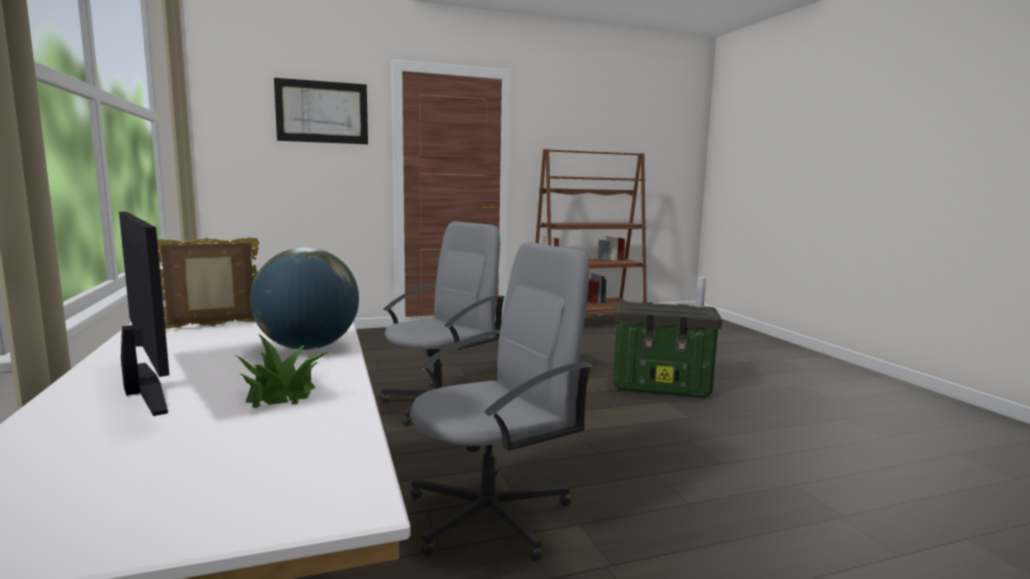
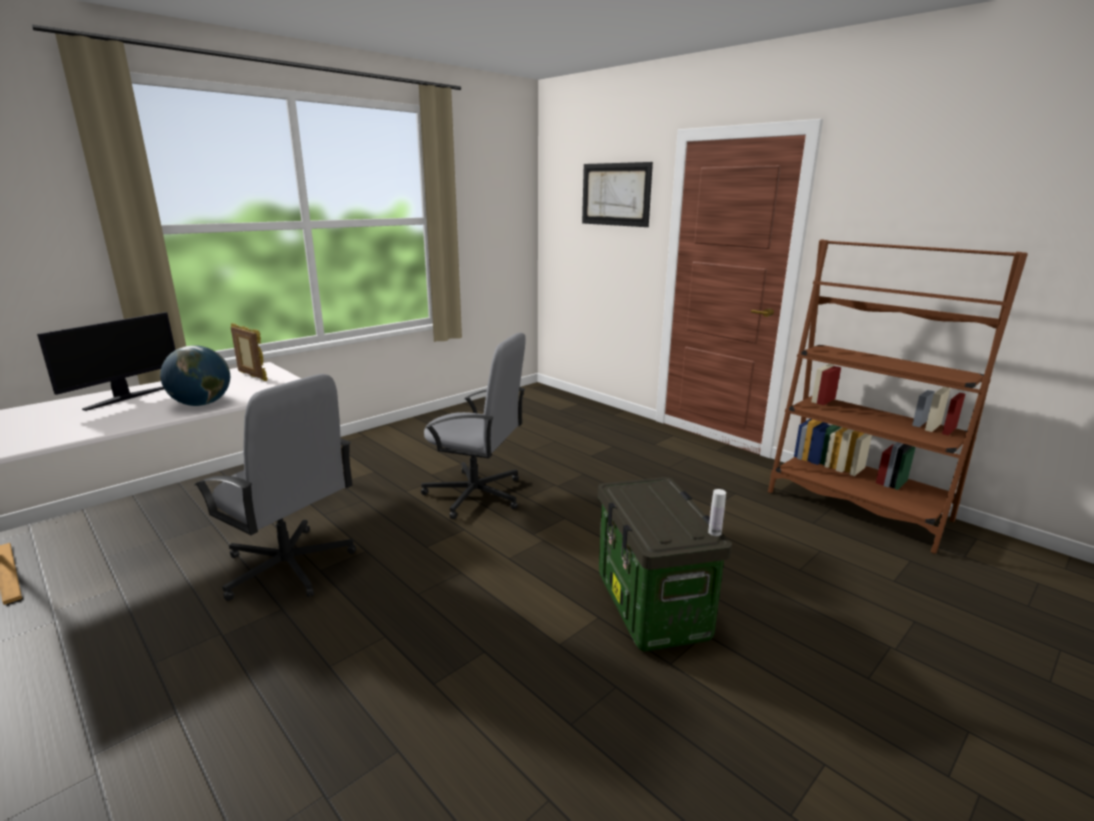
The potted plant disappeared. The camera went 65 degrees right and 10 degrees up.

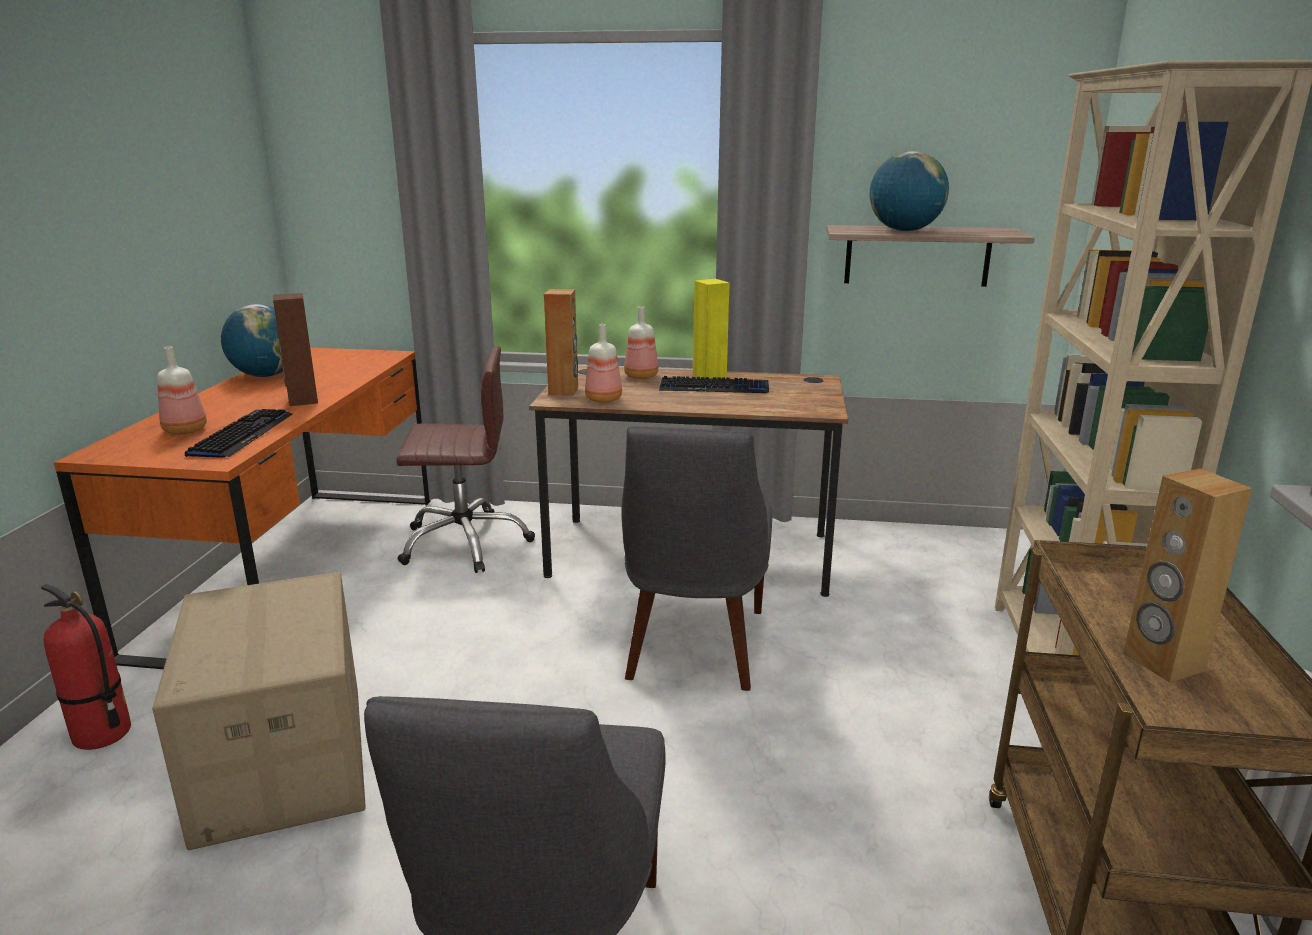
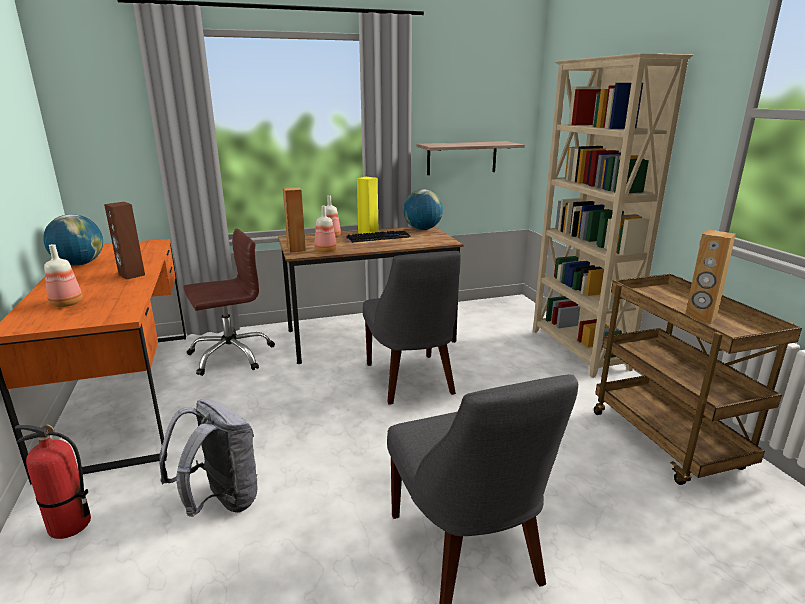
The keyboard (1st from left) disappeared. The globe (2nd from left) moved. The cardboard box was replaced by the grey backpack. The camera went 25 degrees left and 0 degrees up.

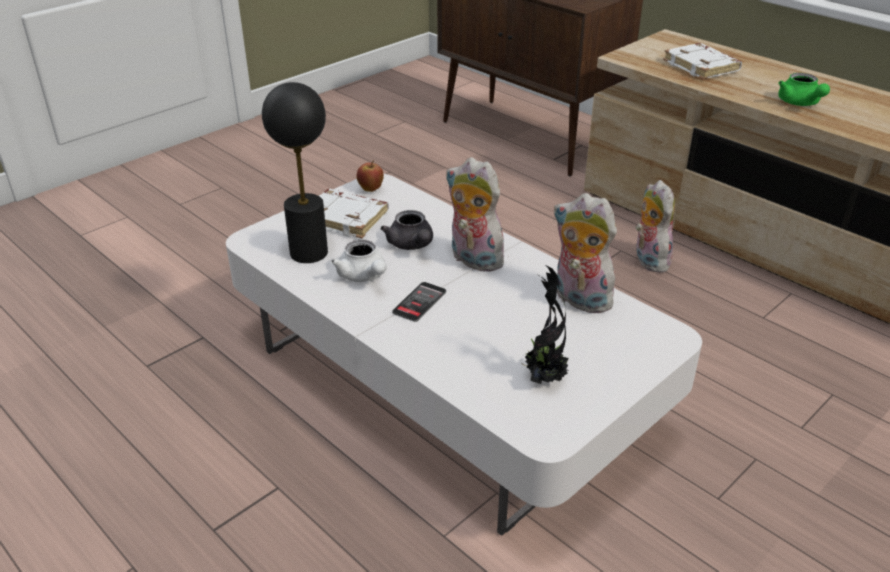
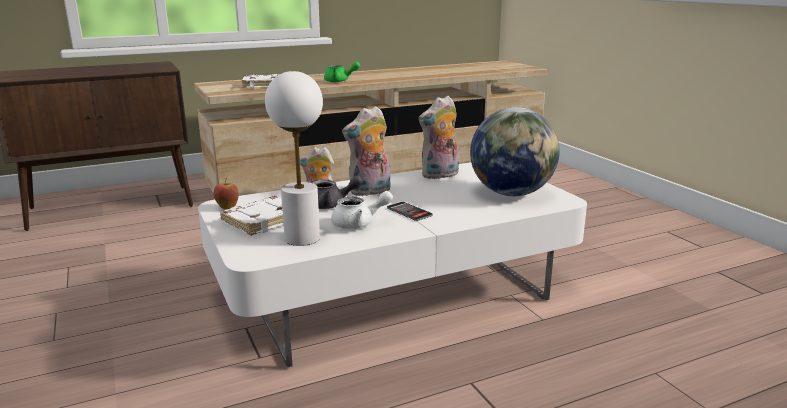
The potted plant was replaced by the globe. The black table lamp became the white table lamp. The camera went 70 degrees left and 15 degrees down.

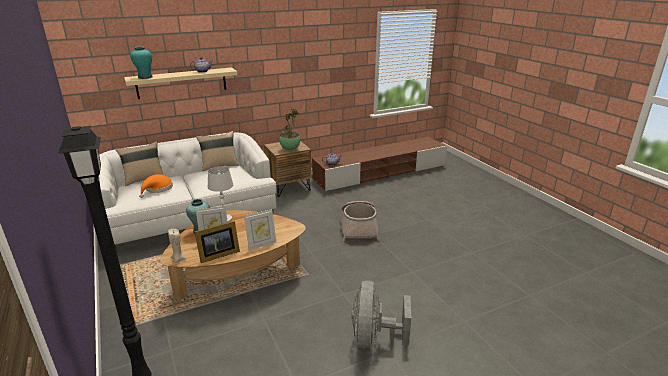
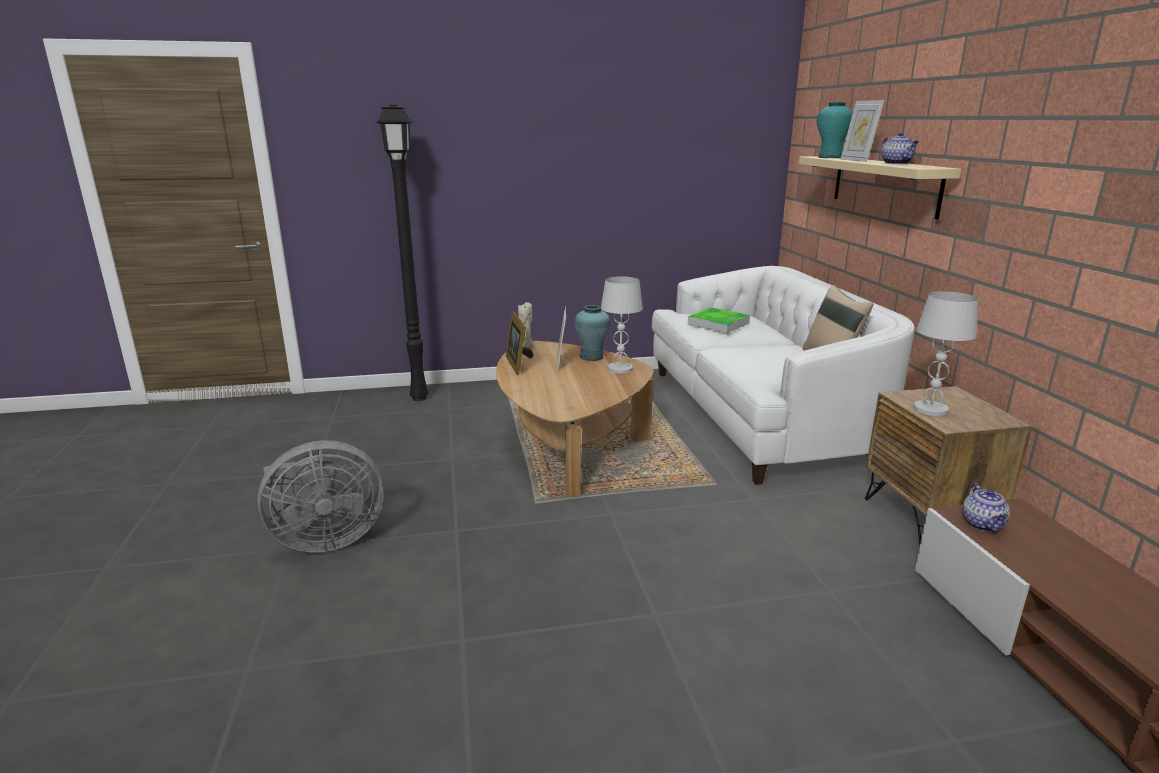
The beige pillow (1st from left) disappeared. The basket disappeared. The picture frame (3rd from left) moved. The orange hat was replaced by the tray. The potted plant was replaced by the white table lamp (2nd from left). The grey fan turned 135 degrees clockwise. The camera went 105 degrees right and 5 degrees down.

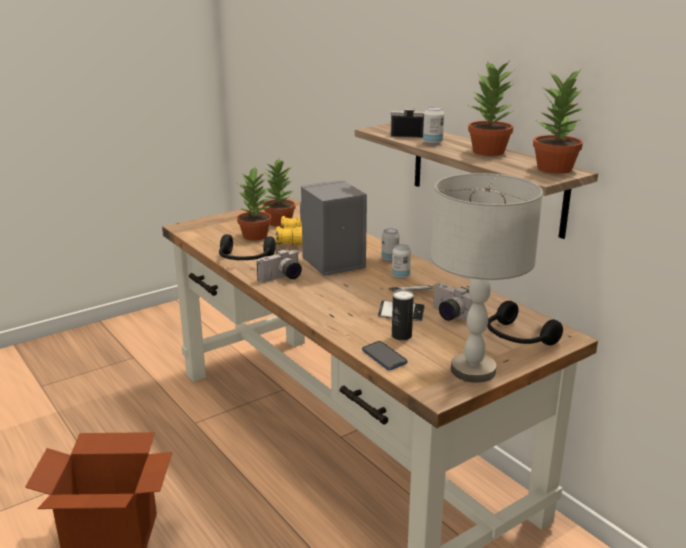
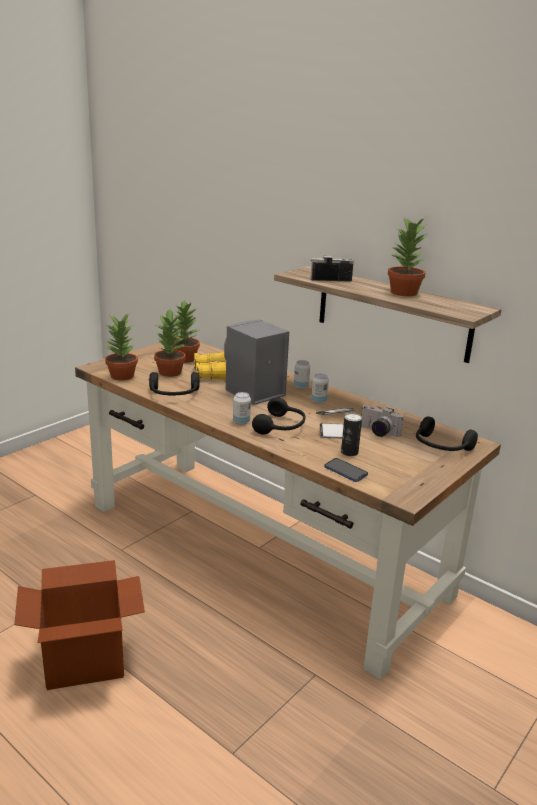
The photo camera (1st from left) disappeared. The grey table lamp disappeared. The black headphones (2nd from left) appeared. The can (4th from left in the first image) moved. The potted plant (4th from left in the first image) moved. The camera went 15 degrees left and 0 degrees up.

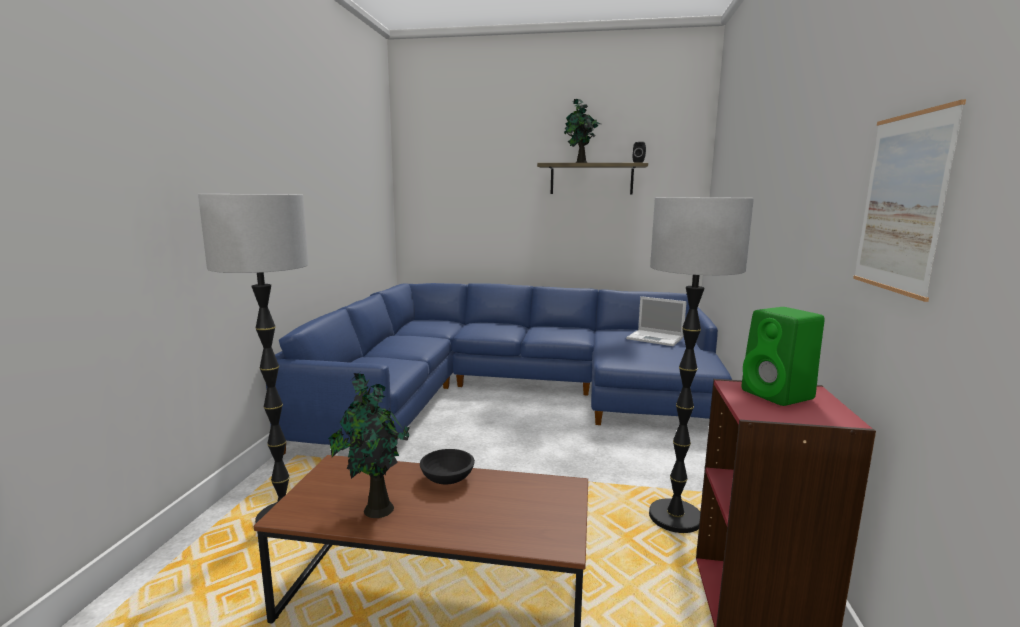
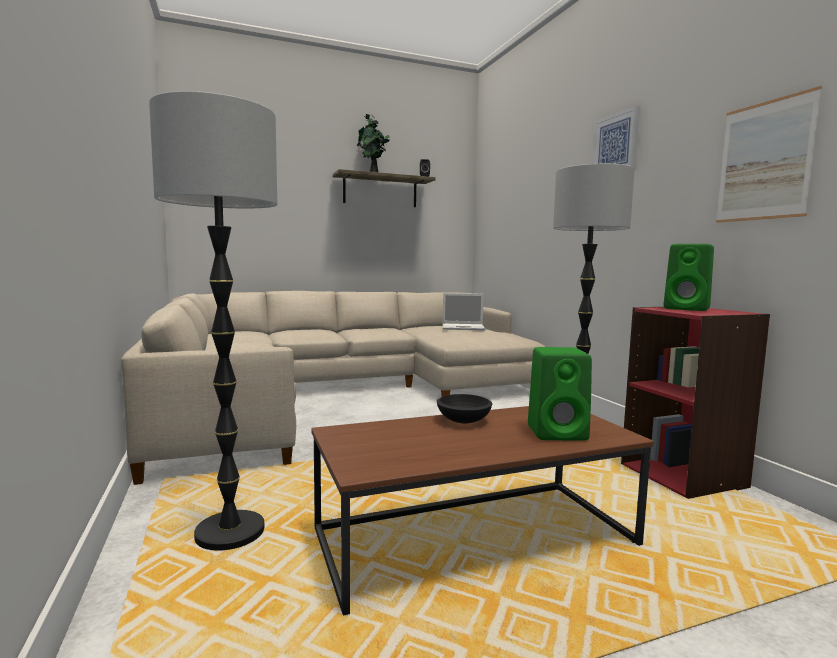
The potted plant (1st from left) disappeared. The green speaker (1st from left) appeared. The picture (1st from left) appeared. The blue sofa became the beige sofa. The camera went 30 degrees left and 5 degrees down.

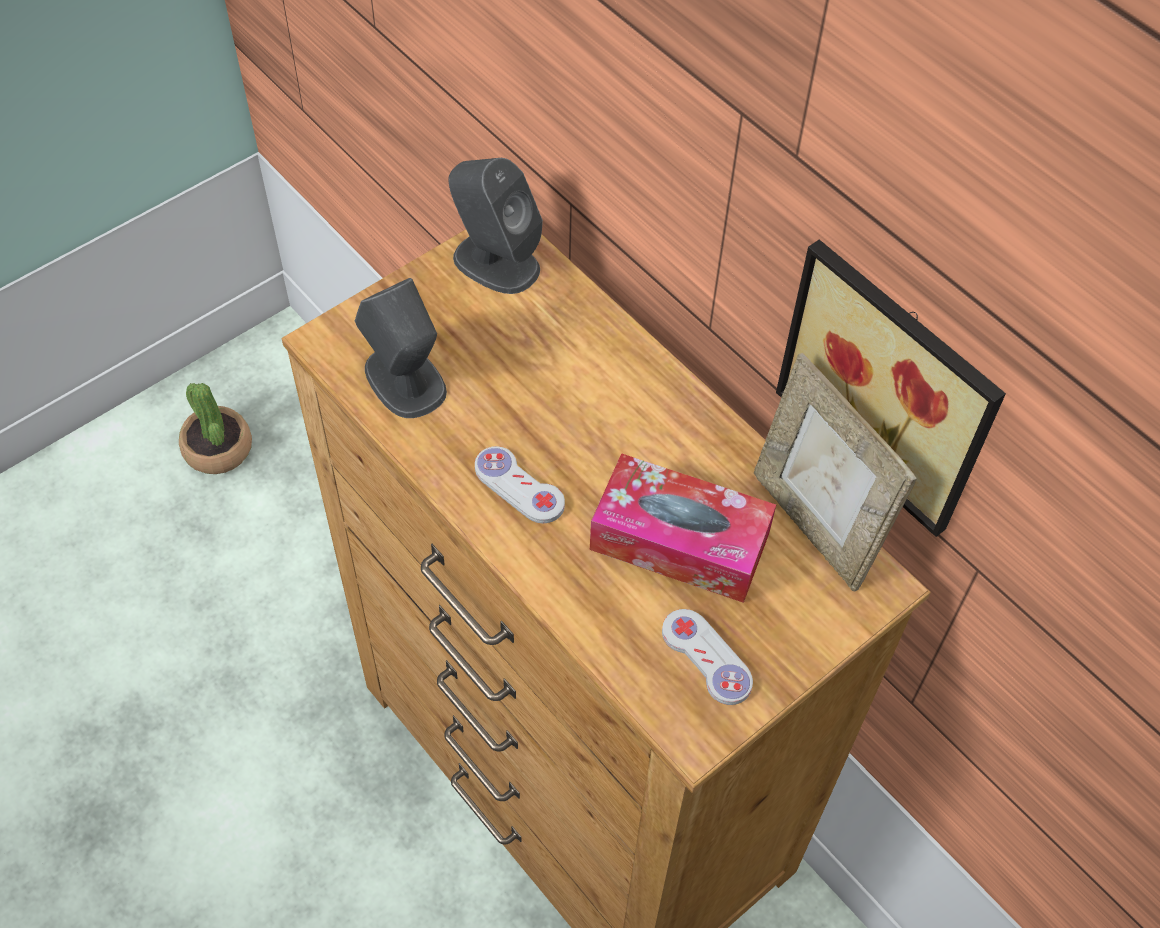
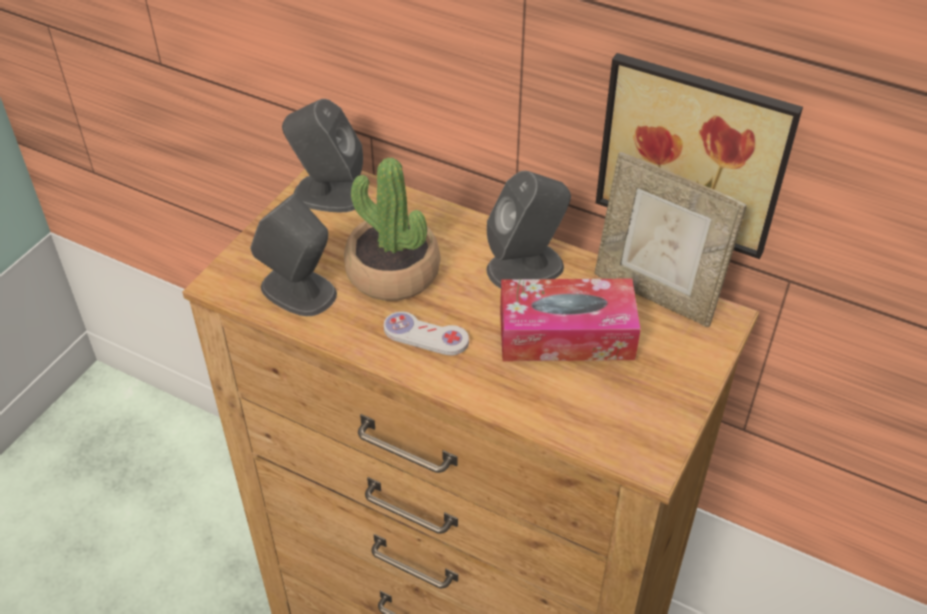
The white game controller (2nd from left) disappeared. The grey speaker (3rd from left) appeared. The potted plant moved. The camera went 20 degrees left and 10 degrees down.

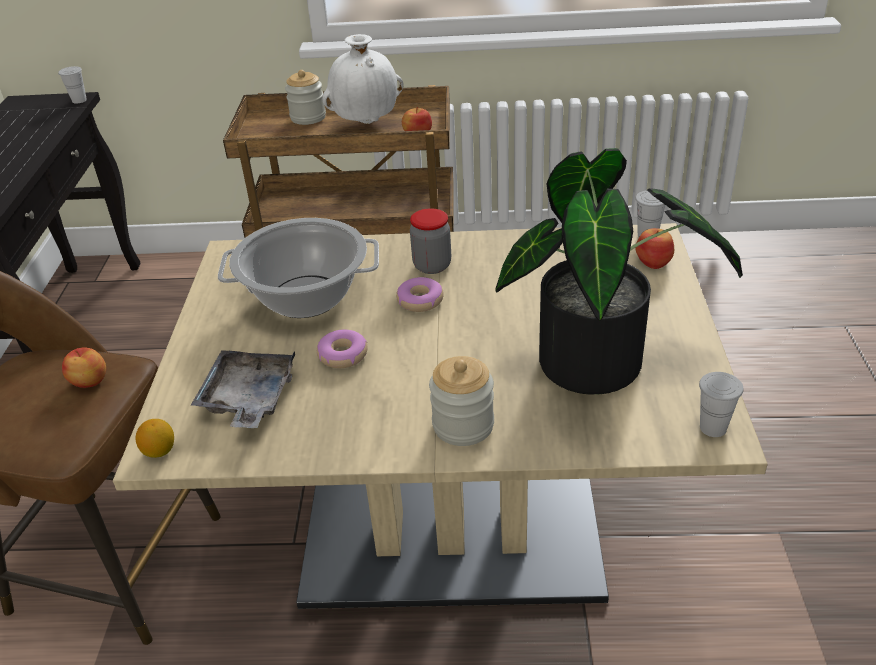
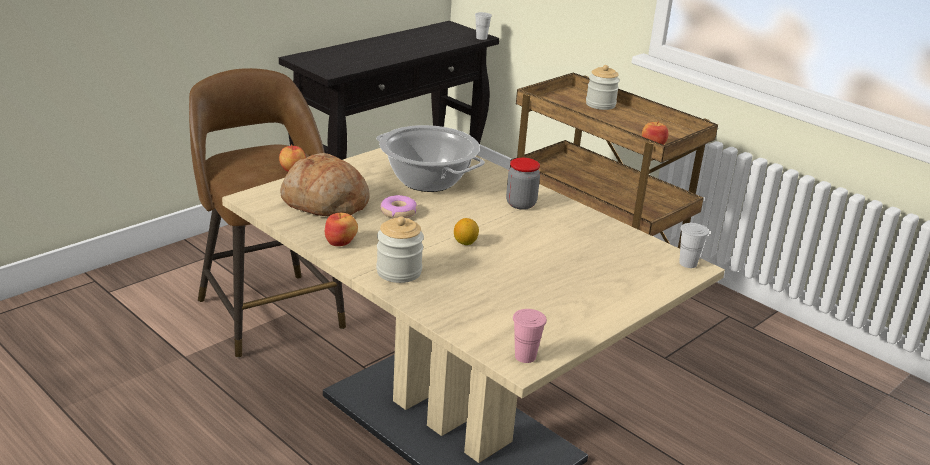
The white vase disappeared. The donut (2nd from left) disappeared. The potted plant disappeared. The lemon moved. The apple (3rd from left in the first image) moved. The grey tray was replaced by the bread. The white cup (3rd from left) became the pink cup. The camera went 40 degrees right and 10 degrees down.

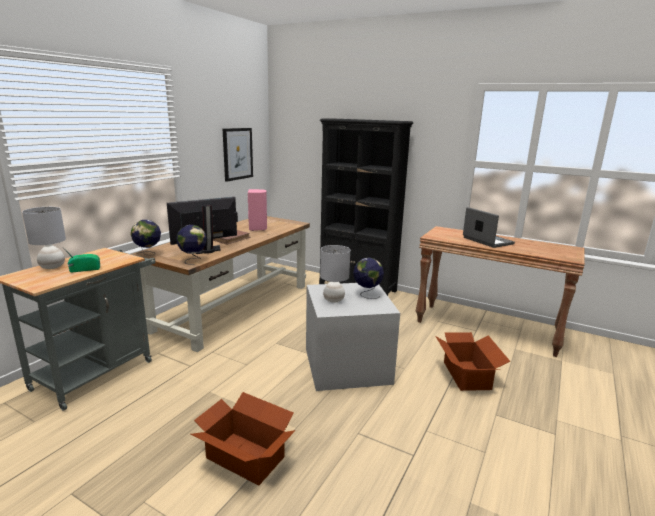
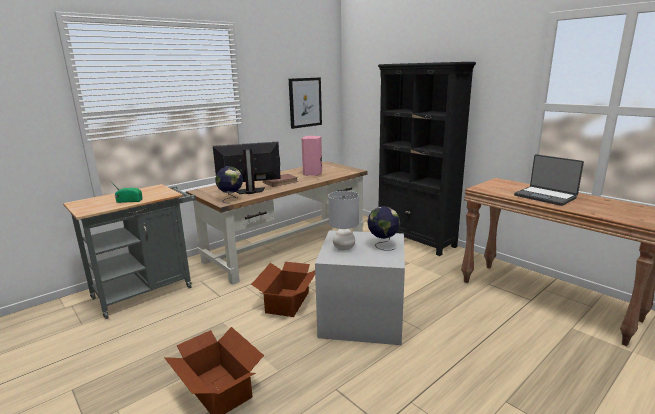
The grey table lamp (1st from left) disappeared. The globe (1st from left) disappeared. The cardboard box (2nd from left) moved. The laptop turned 150 degrees clockwise. The camera went 20 degrees right and 0 degrees up.

